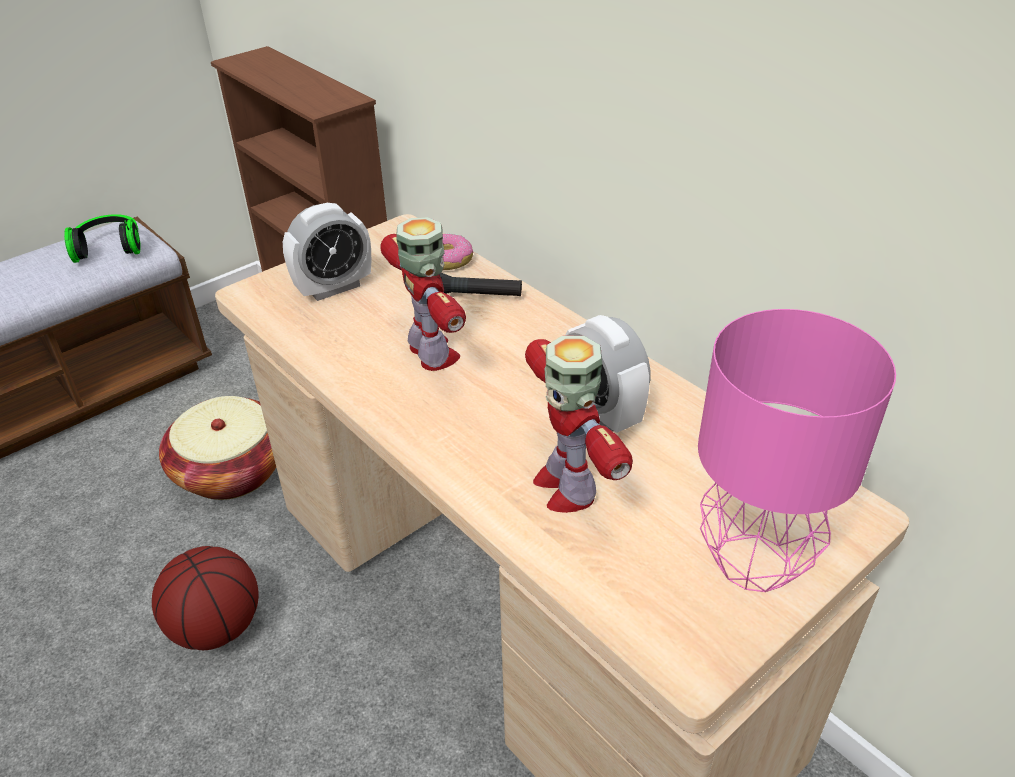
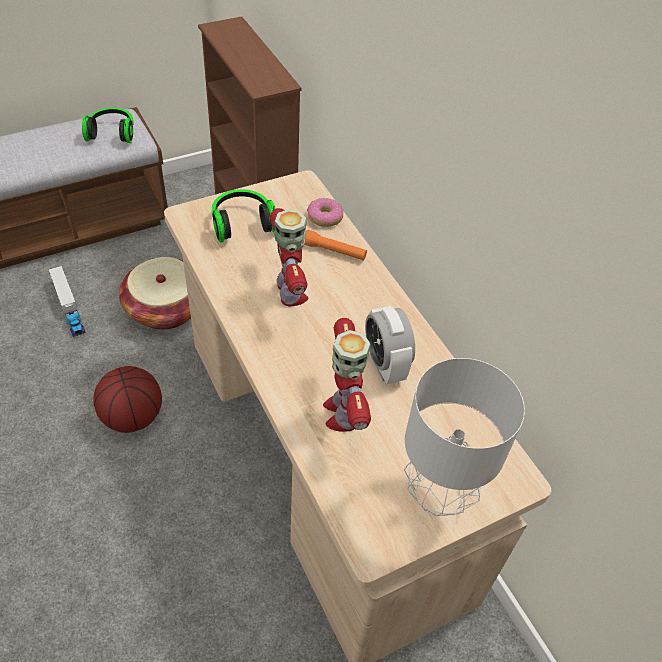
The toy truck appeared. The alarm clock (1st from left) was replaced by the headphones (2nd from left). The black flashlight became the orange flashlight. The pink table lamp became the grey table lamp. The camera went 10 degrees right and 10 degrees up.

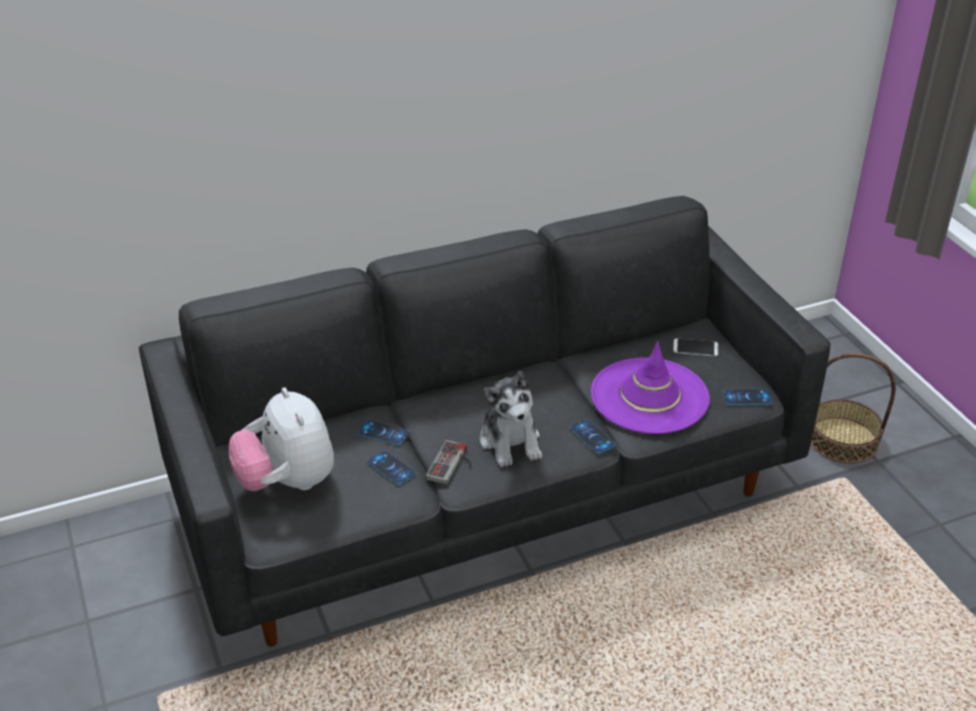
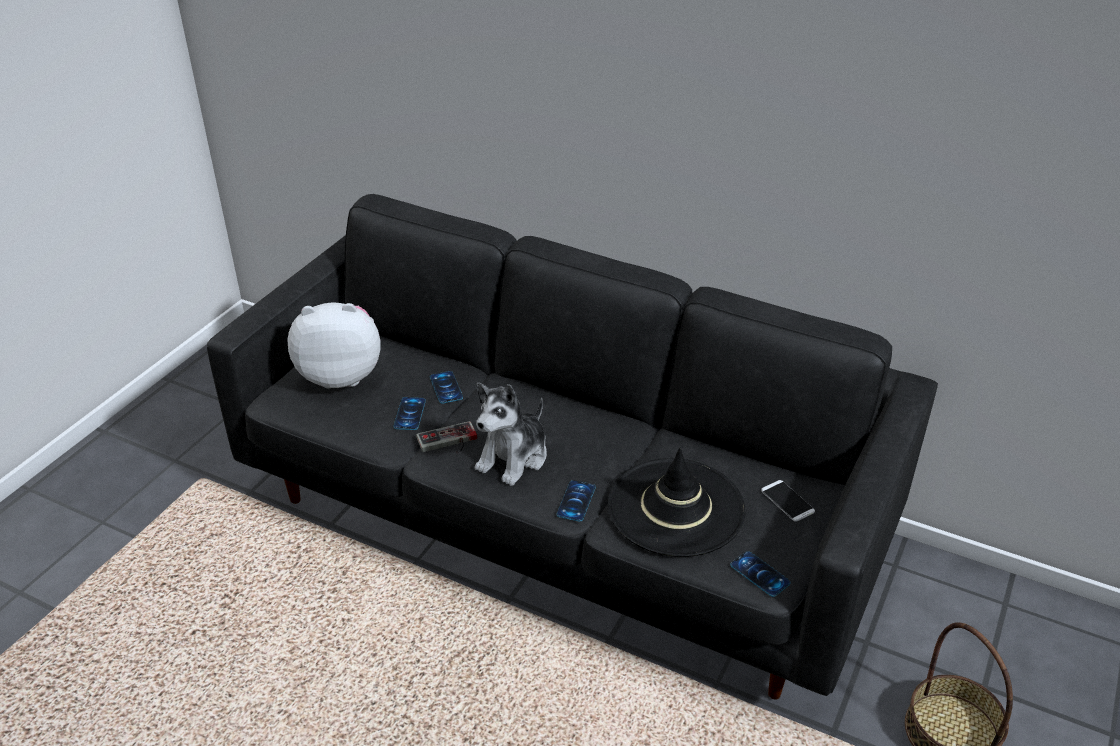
The purple hat became the black hat. The plush toy (1st from left) turned 60 degrees clockwise. The camera went 50 degrees right and 0 degrees up.

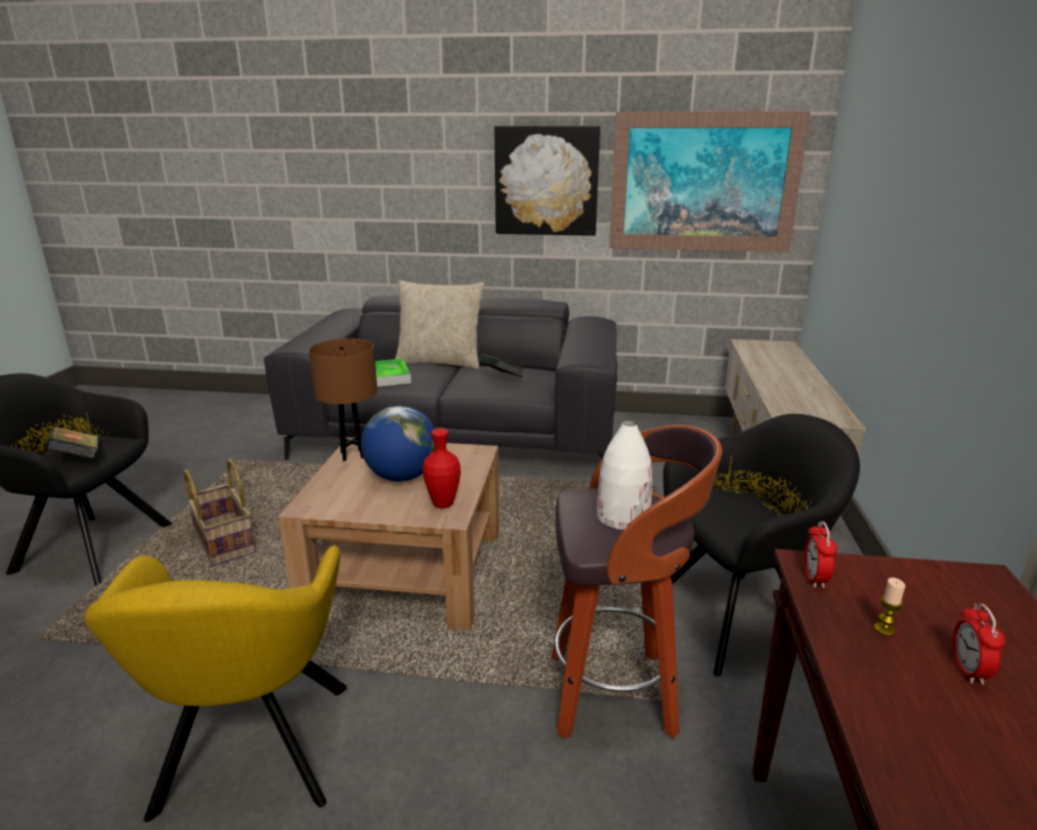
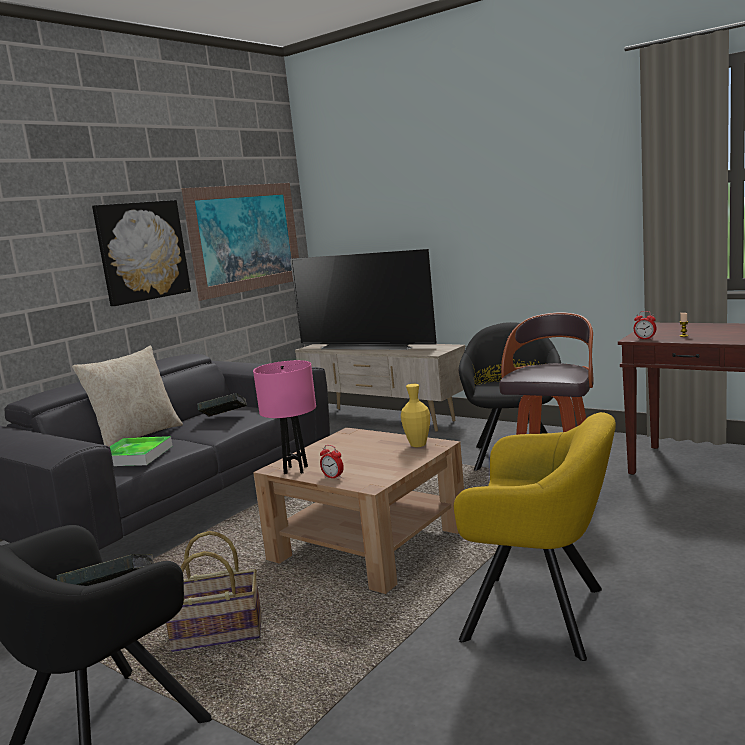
The globe disappeared. The white vase disappeared. The television appeared. The alarm clock (2nd from left in the first image) moved. The brown table lamp became the pink table lamp. The red vase became the yellow vase. The camera went 60 degrees left and 10 degrees down.

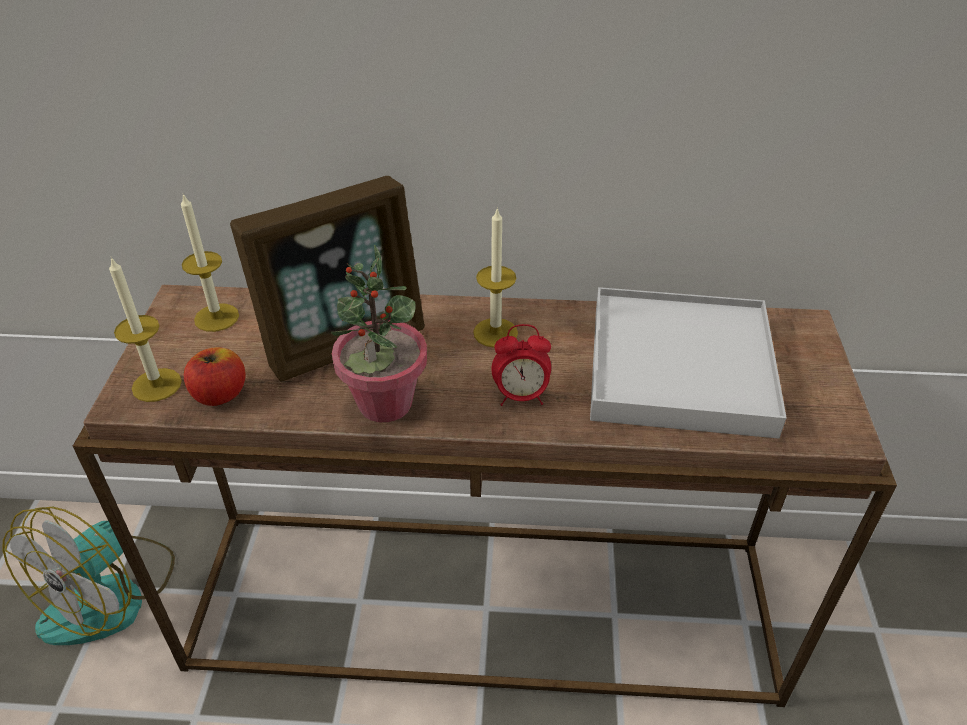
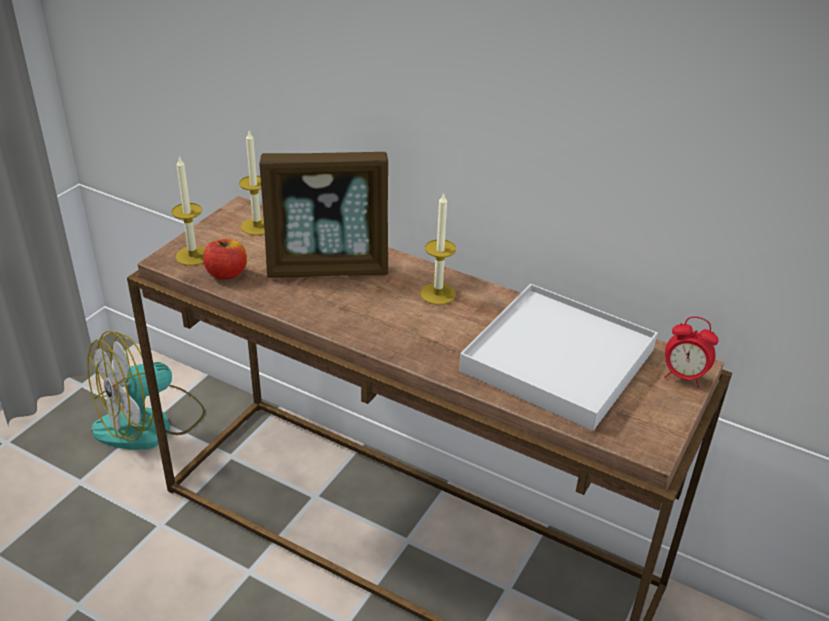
The potted plant disappeared. The alarm clock moved. The camera went 25 degrees right and 5 degrees down.

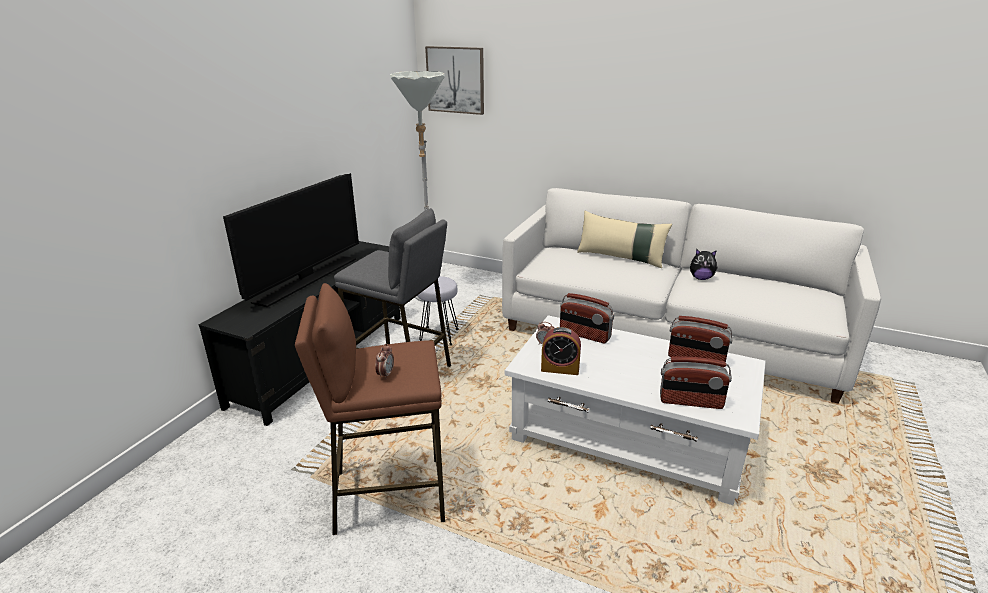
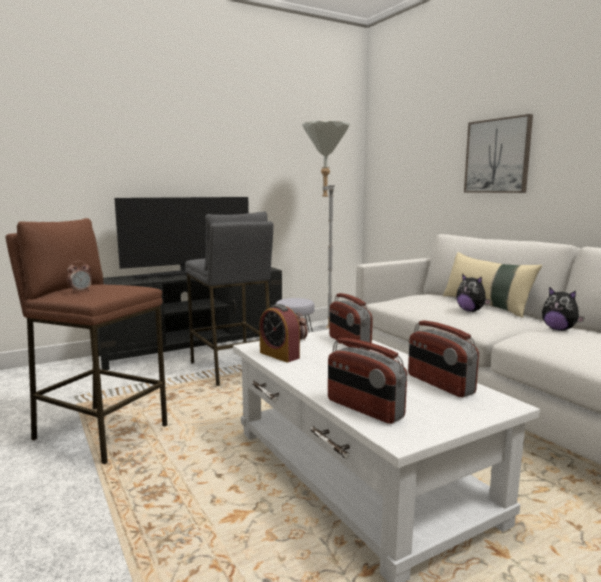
The plush toy (1st from left) appeared. The picture moved. The camera went 35 degrees right and 15 degrees down.

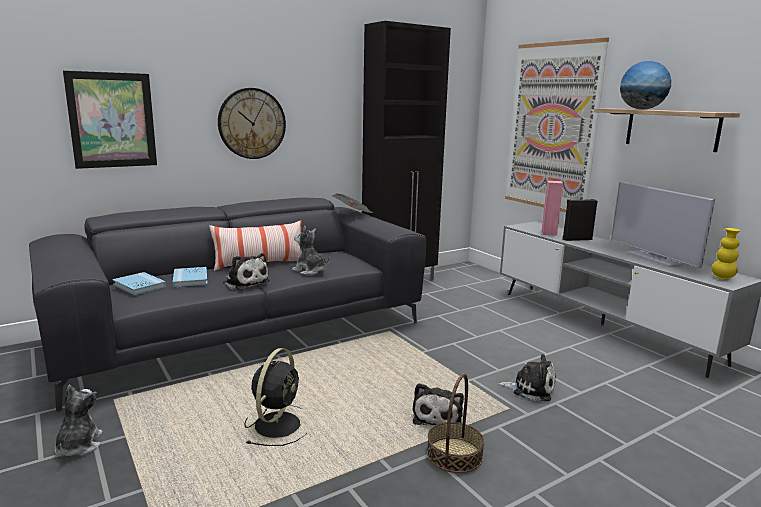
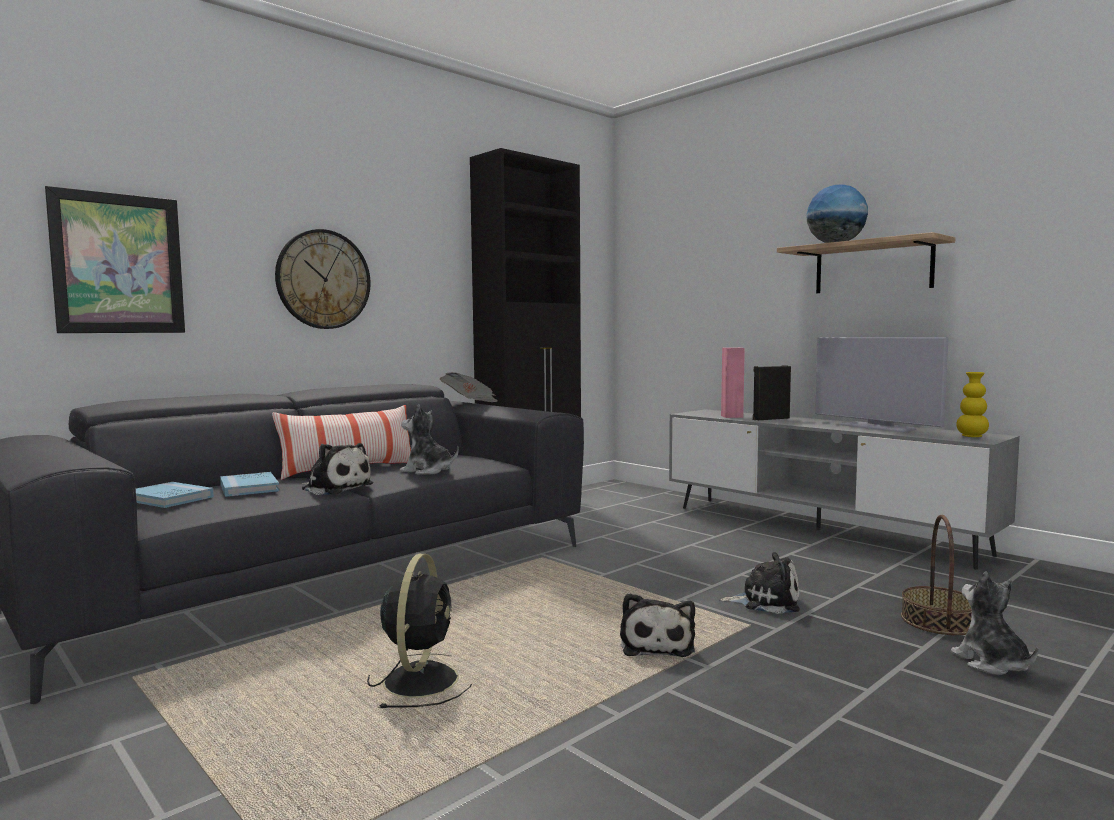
The picture (2nd from left) disappeared. The plush toy (1st from left in the first image) moved. The basket moved. The camera went 10 degrees left and 10 degrees down.

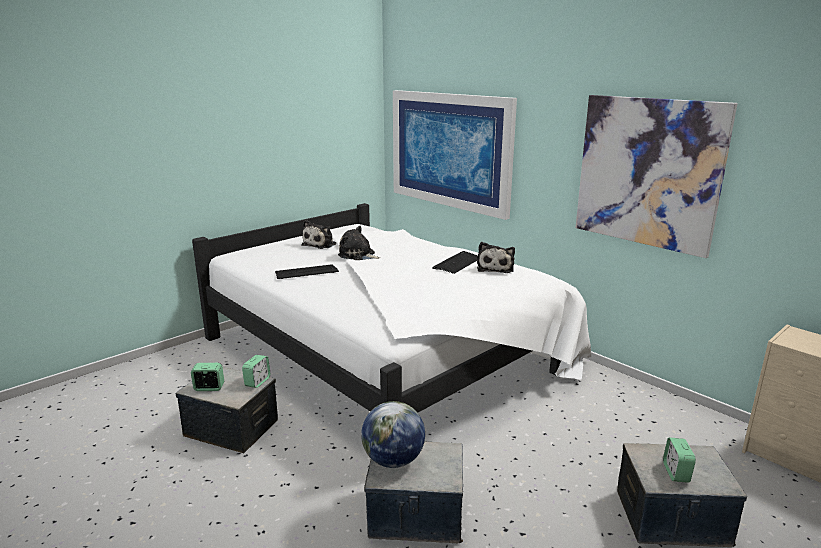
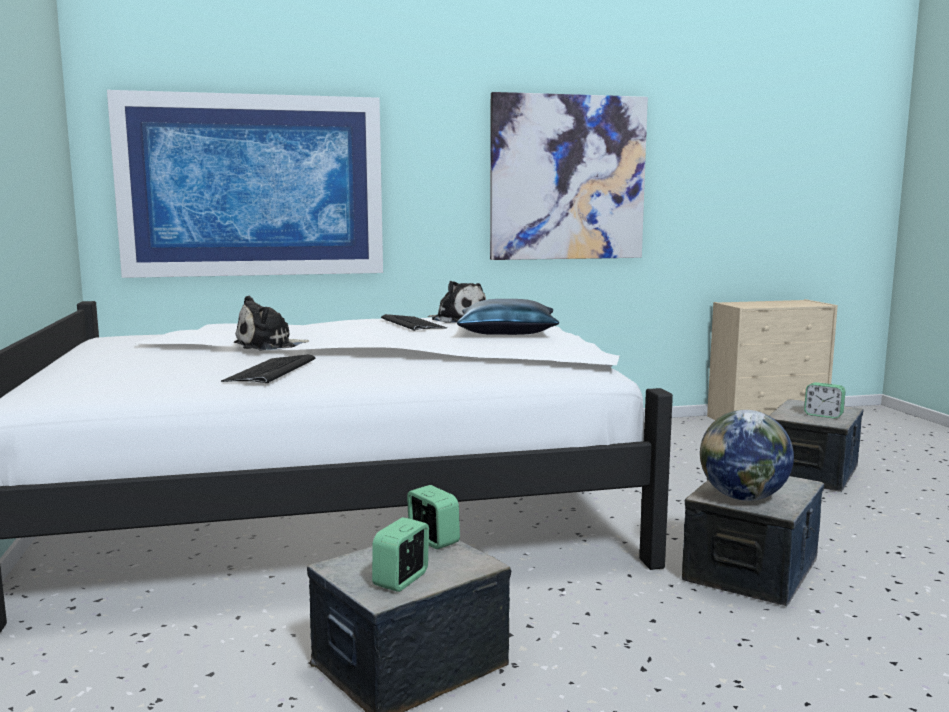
The plush toy (1st from left) disappeared. The blue pillow appeared. The camera went 60 degrees left and 10 degrees down.

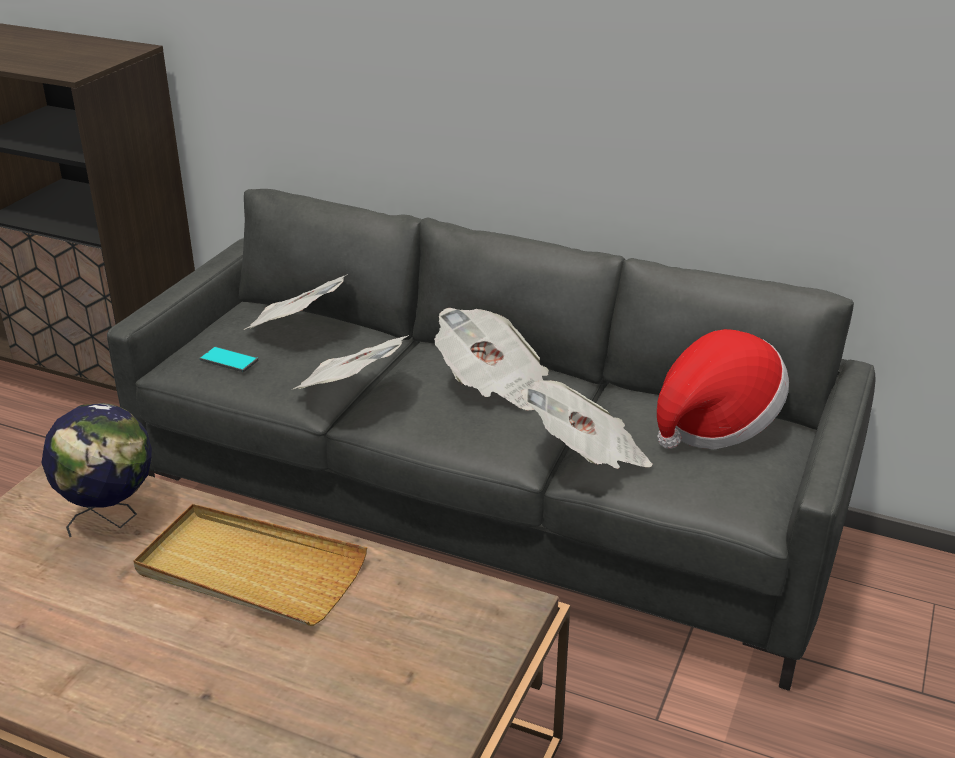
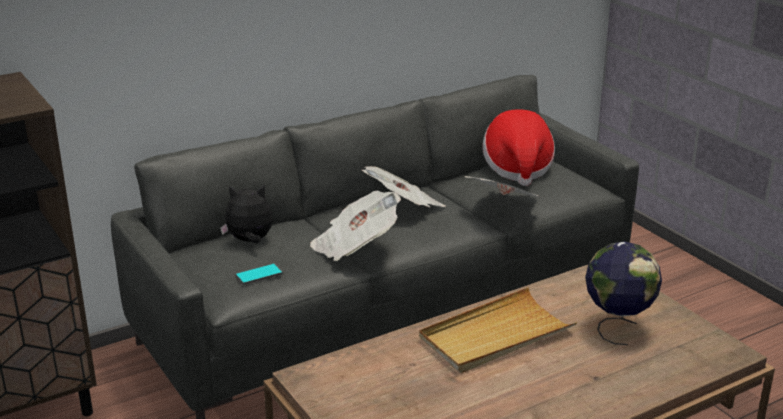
The globe moved. The newspaper (1st from left) was replaced by the plush toy. The camera went 55 degrees left and 5 degrees down.

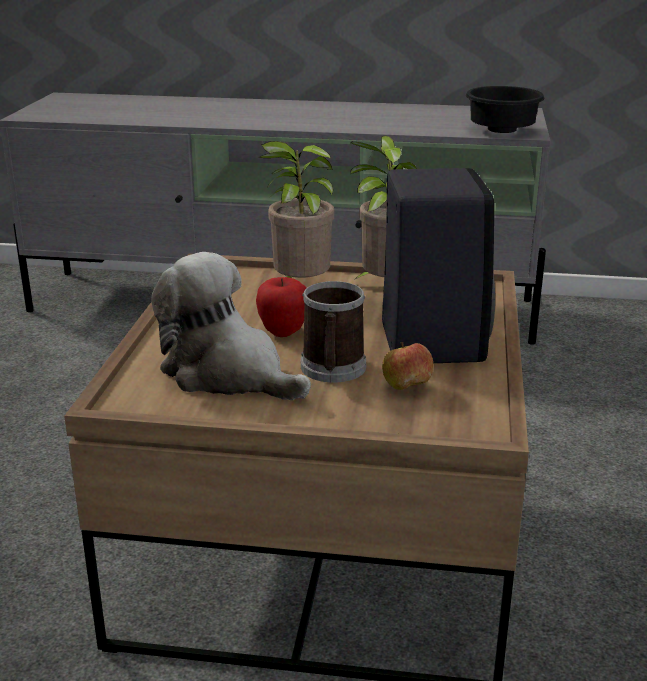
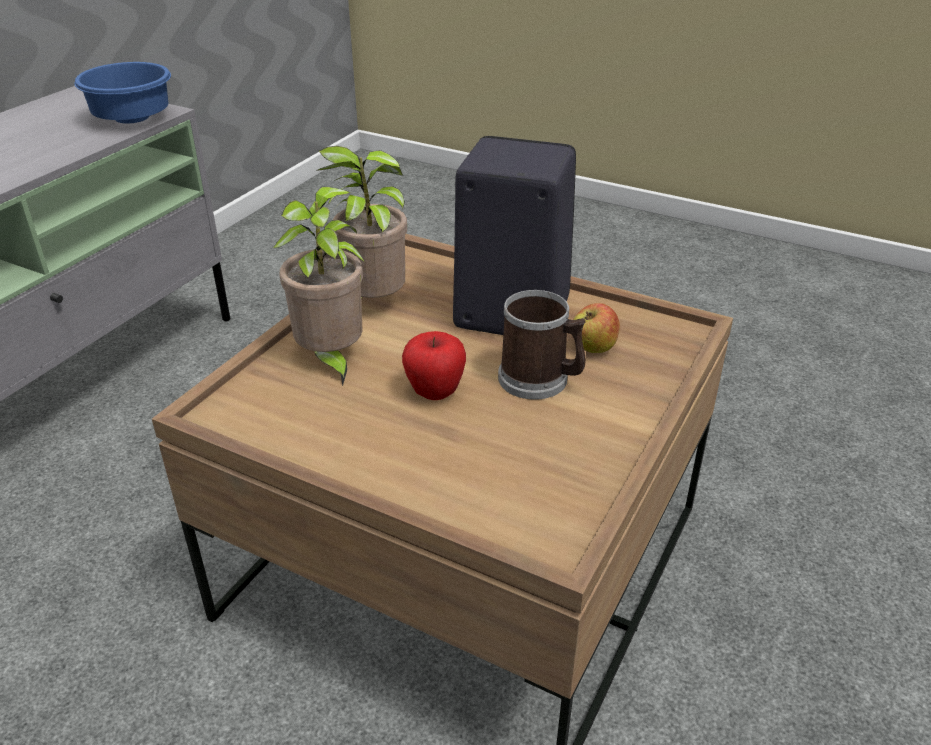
The plush toy disappeared. The black bowl became the blue bowl. The camera went 70 degrees left and 10 degrees up.

